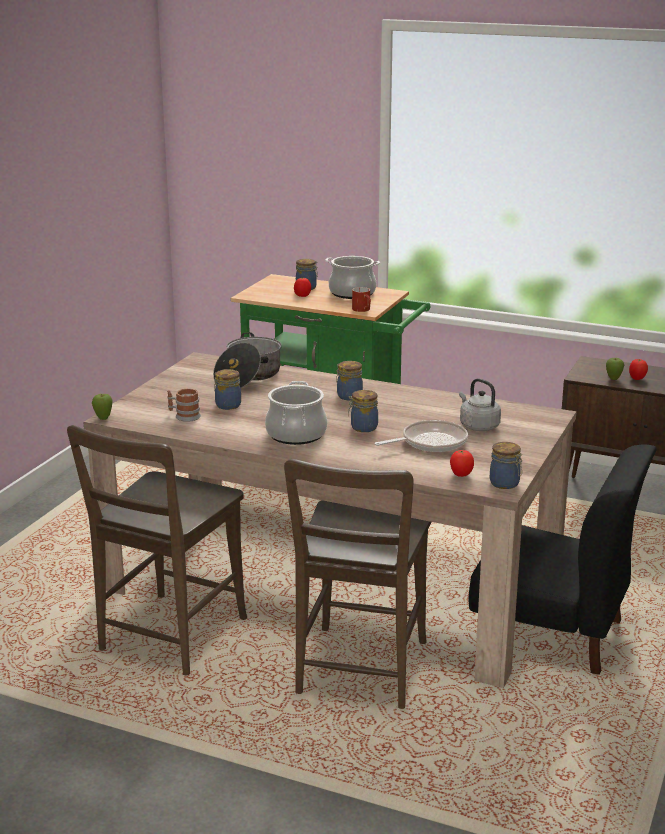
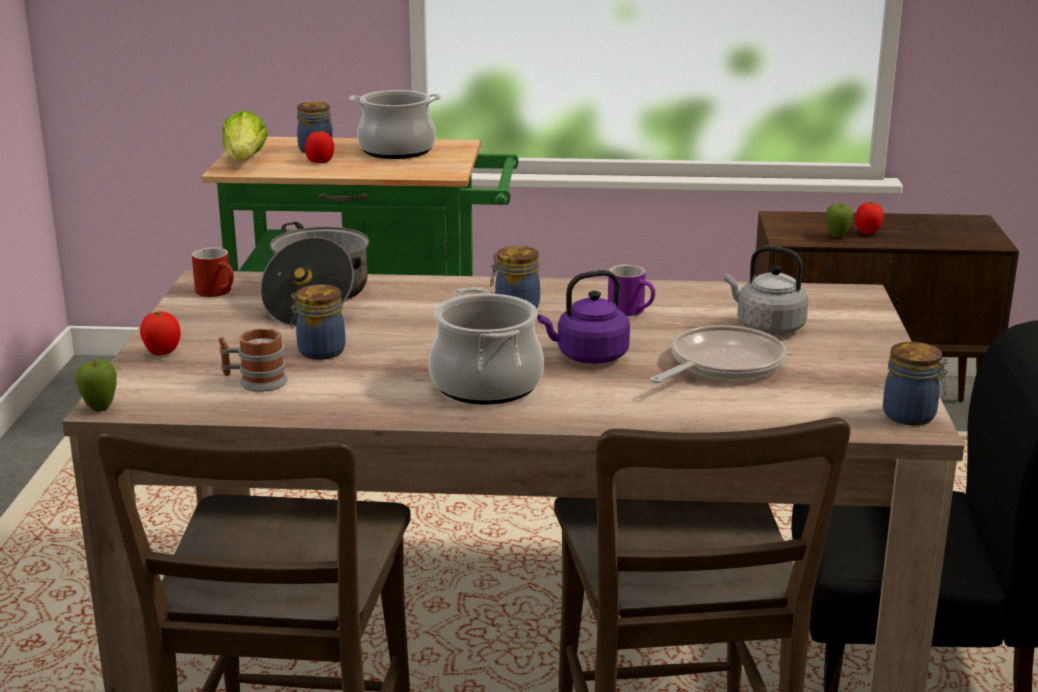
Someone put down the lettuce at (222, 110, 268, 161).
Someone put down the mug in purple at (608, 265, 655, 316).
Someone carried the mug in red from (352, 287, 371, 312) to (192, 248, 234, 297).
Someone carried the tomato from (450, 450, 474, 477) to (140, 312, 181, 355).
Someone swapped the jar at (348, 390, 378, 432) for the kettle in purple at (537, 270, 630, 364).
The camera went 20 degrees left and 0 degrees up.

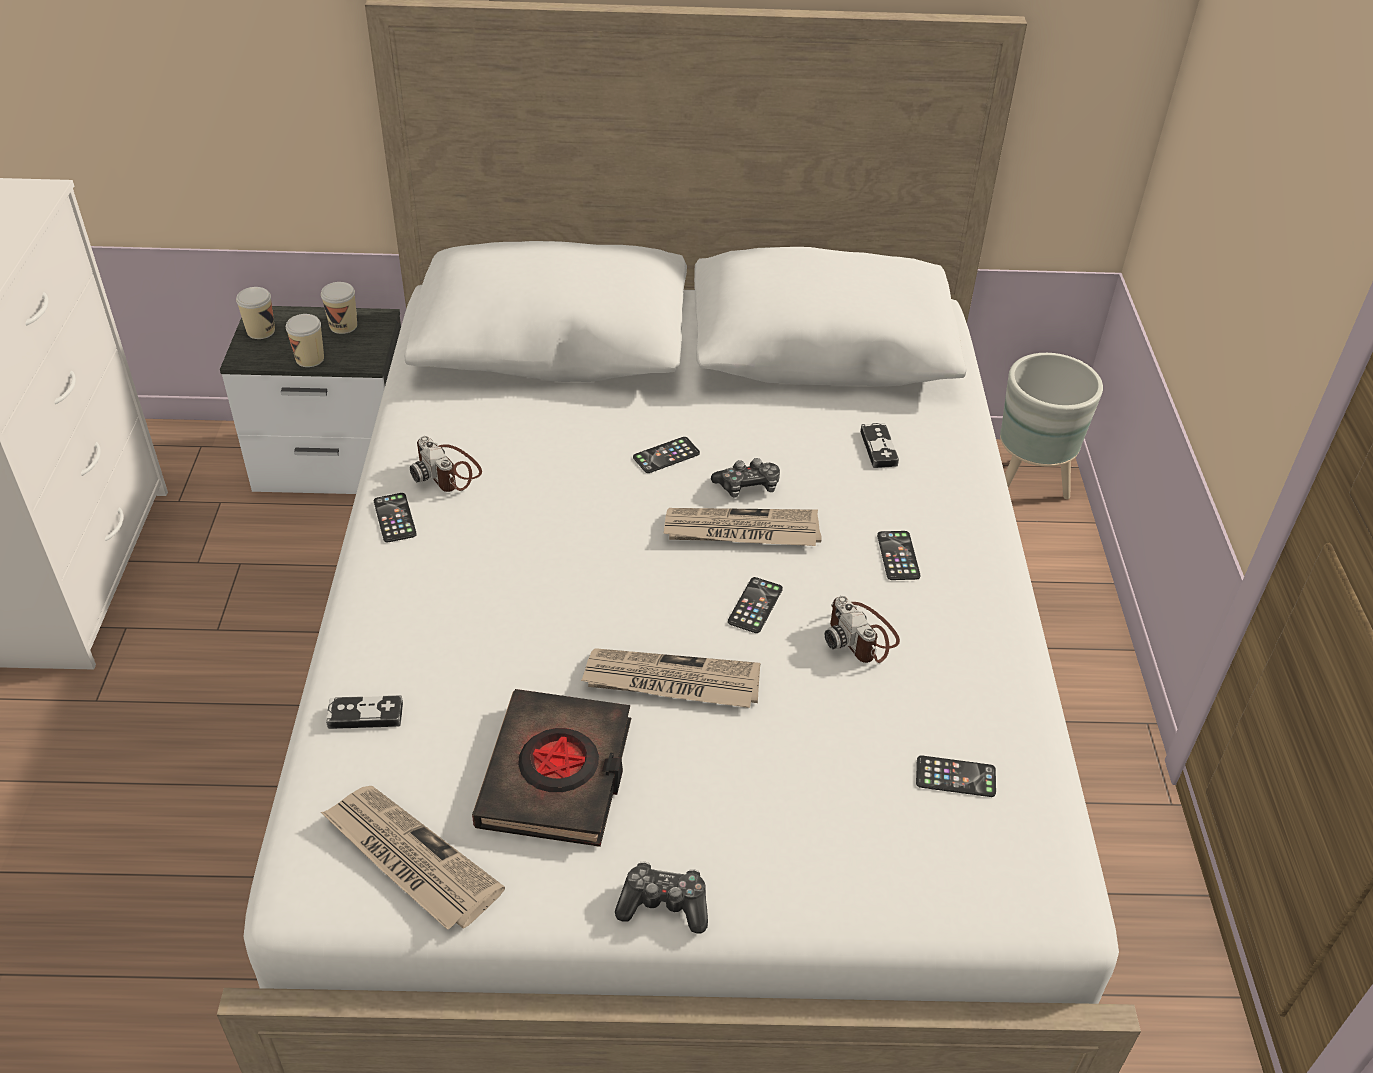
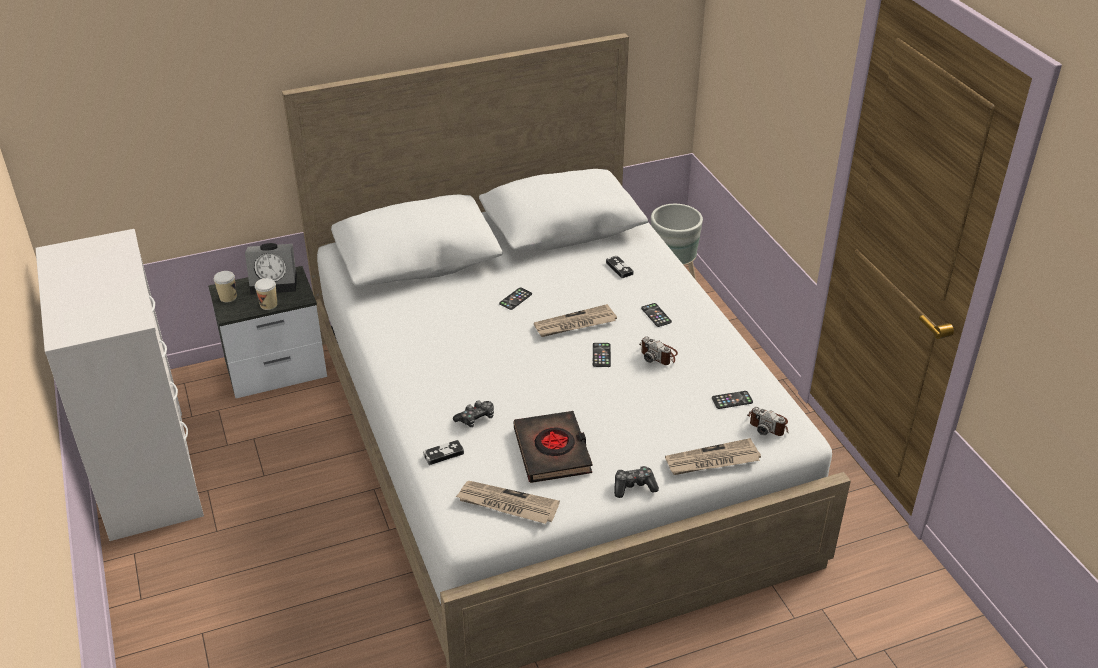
Someone took away the phone at (374, 493, 417, 543).
Someone carried the photo camera from (410, 436, 482, 492) to (747, 407, 788, 436).
Someone carried the newspaper from (581, 648, 760, 708) to (665, 438, 761, 475).
Someone carried the game controller from (711, 458, 780, 498) to (453, 400, 494, 427).
Someone swapped the cup at (321, 282, 357, 334) for the alarm clock at (245, 243, 297, 295).
The camera went 20 degrees left and 5 degrees down.

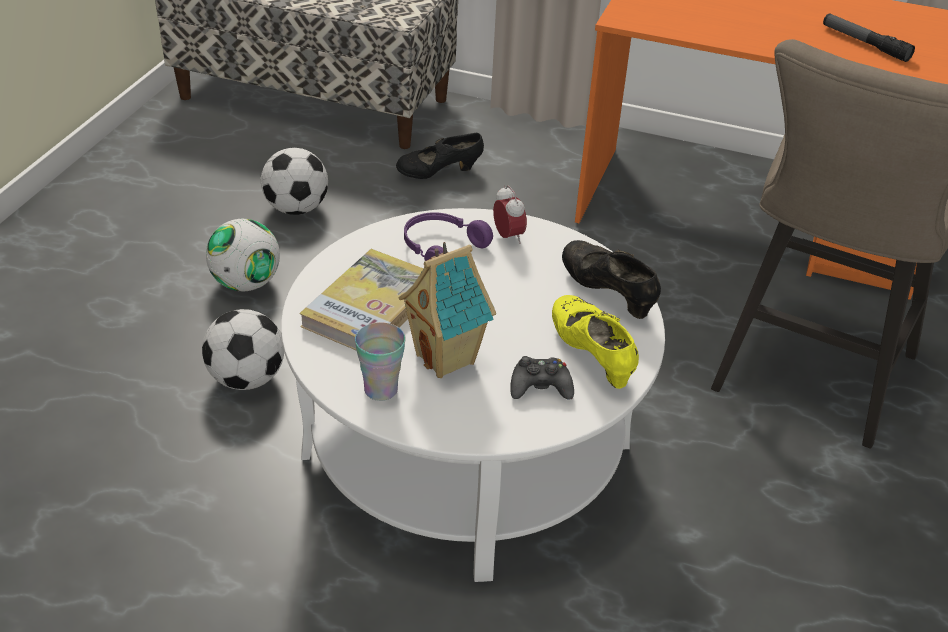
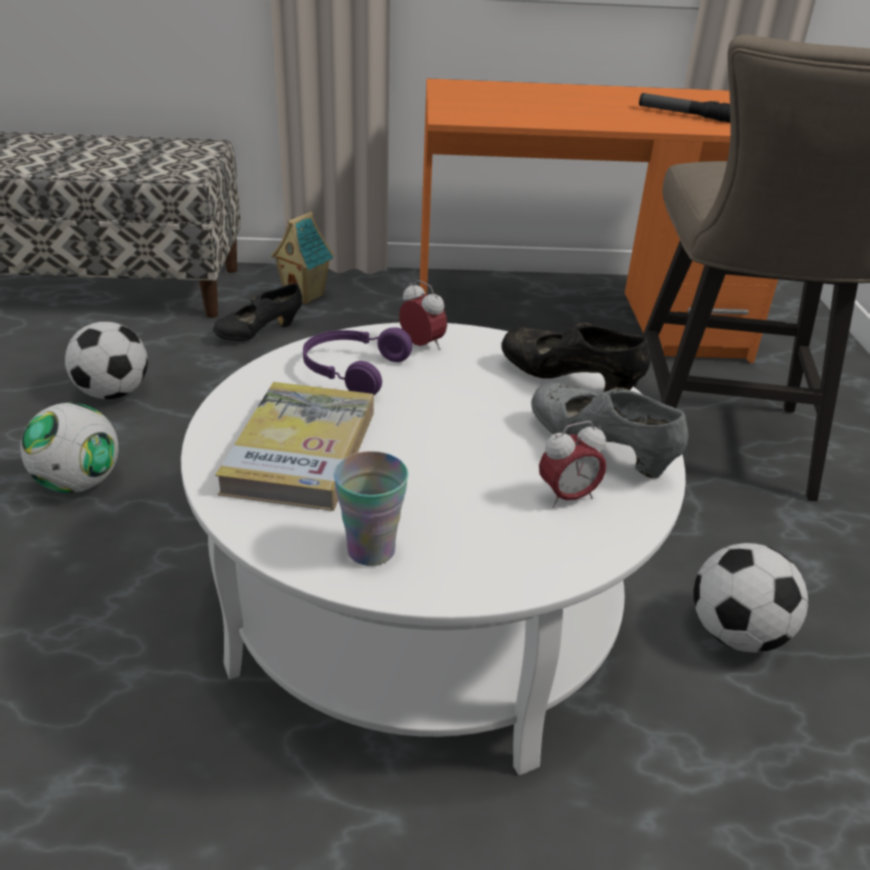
Someone carried the football from (202, 309, 284, 390) to (693, 543, 808, 653).
Someone carried the toy house from (399, 242, 496, 378) to (271, 212, 334, 304).
Someone swapped the game controller in black at (510, 356, 574, 400) for the alarm clock at (539, 421, 606, 508).
Someone repainted the shoe in yellow at (552, 295, 639, 389), which became the shoe in grey at (531, 383, 688, 478).
The camera went 20 degrees left and 5 degrees down.

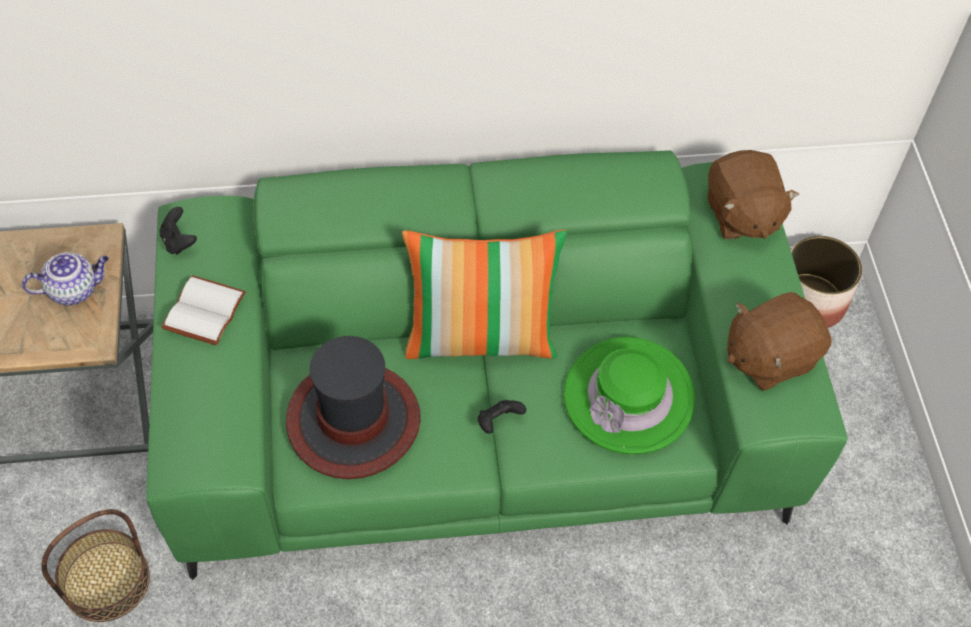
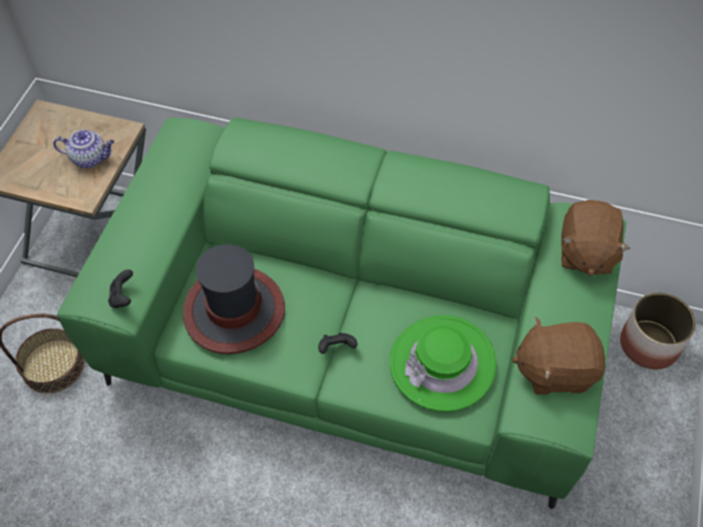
Someone took away the book in white at (161, 275, 246, 345).
Someone took away the pillow at (402, 230, 567, 359).
Someone carried the game controller in black from (159, 207, 197, 255) to (108, 270, 133, 308).
The camera went 25 degrees right and 0 degrees up.

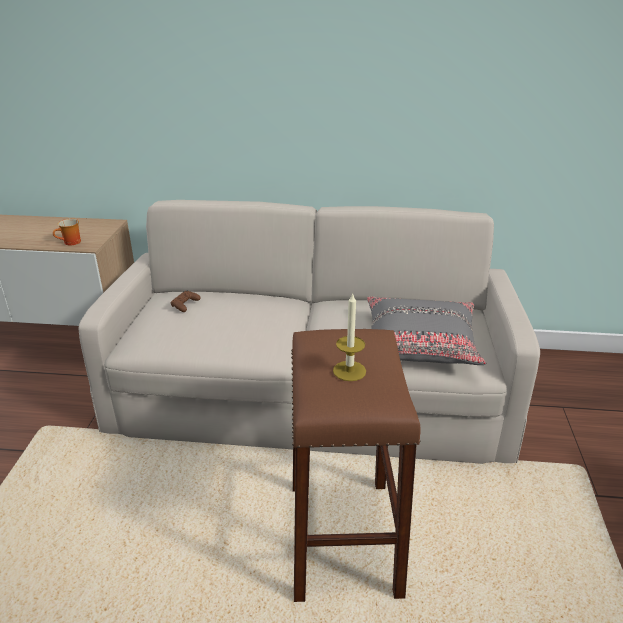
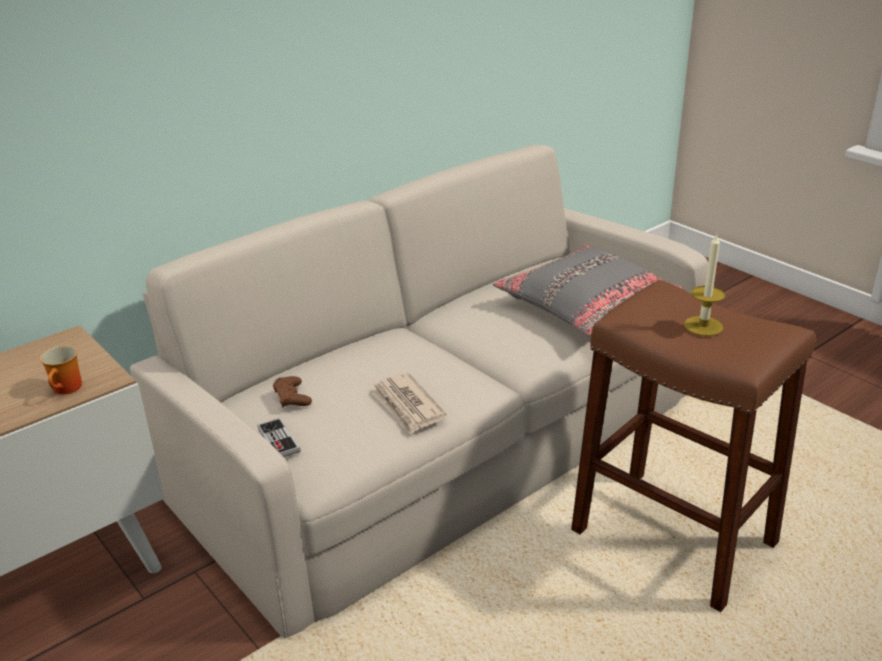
Someone put down the game controller at (257, 418, 301, 457).
Someone put down the newspaper at (370, 373, 447, 435).
The camera went 45 degrees left and 0 degrees up.

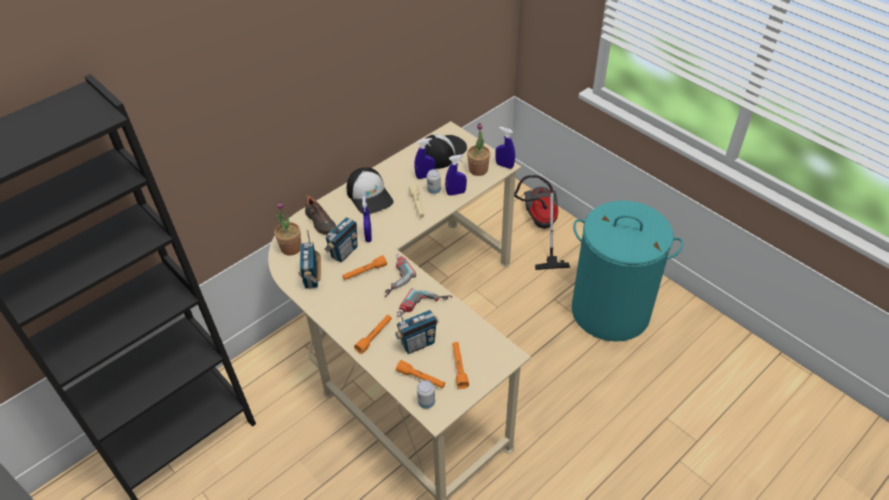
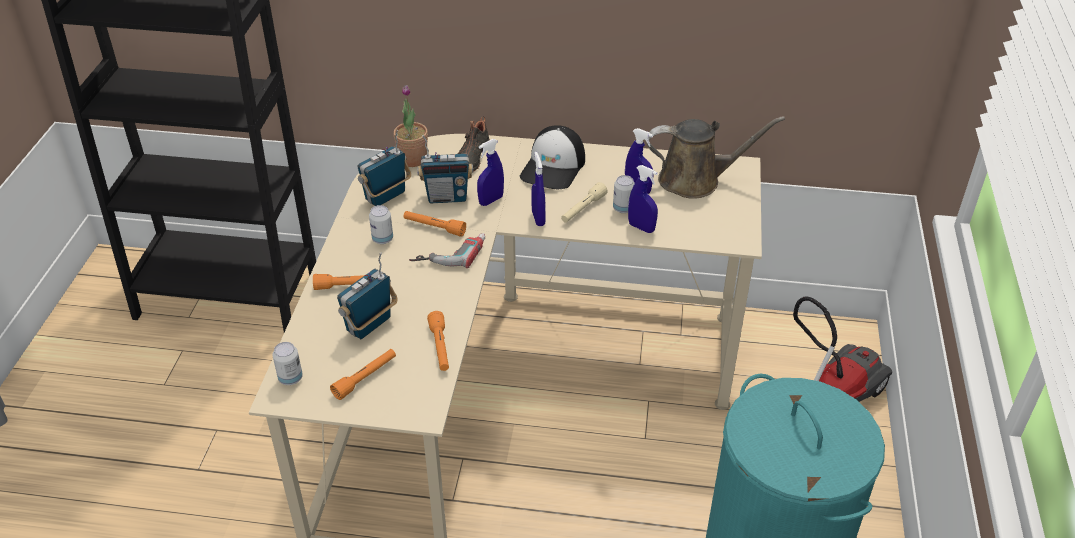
Someone took away the power drill at (397, 288, 453, 317).
Someone took away the potted plant at (467, 123, 490, 176).
Someone put down the can at (369, 205, 393, 244).
Someone carried the flashlight in orange from (396, 360, 445, 389) to (427, 311, 449, 371).
Someone carried the spray bottle in blue from (495, 126, 515, 169) to (531, 152, 546, 226).
Someone swapped the cap at (425, 134, 467, 169) for the watering can in brown at (647, 116, 785, 199).
Someone rotated the radio at (395, 310, 439, 354) by 105 degrees clockwise.
The camera went 50 degrees right and 5 degrees down.

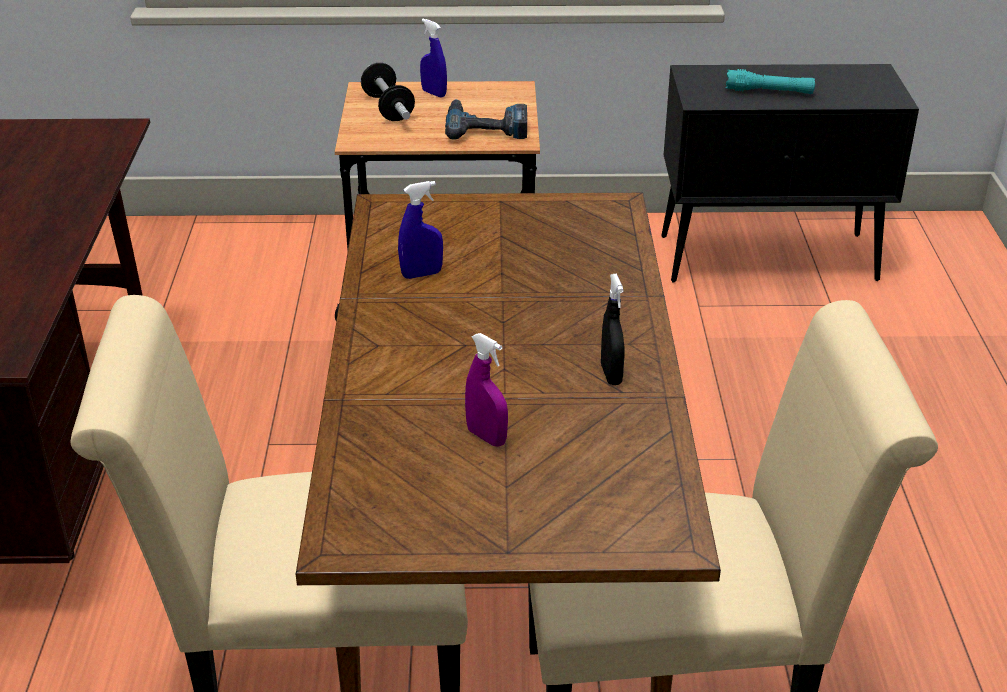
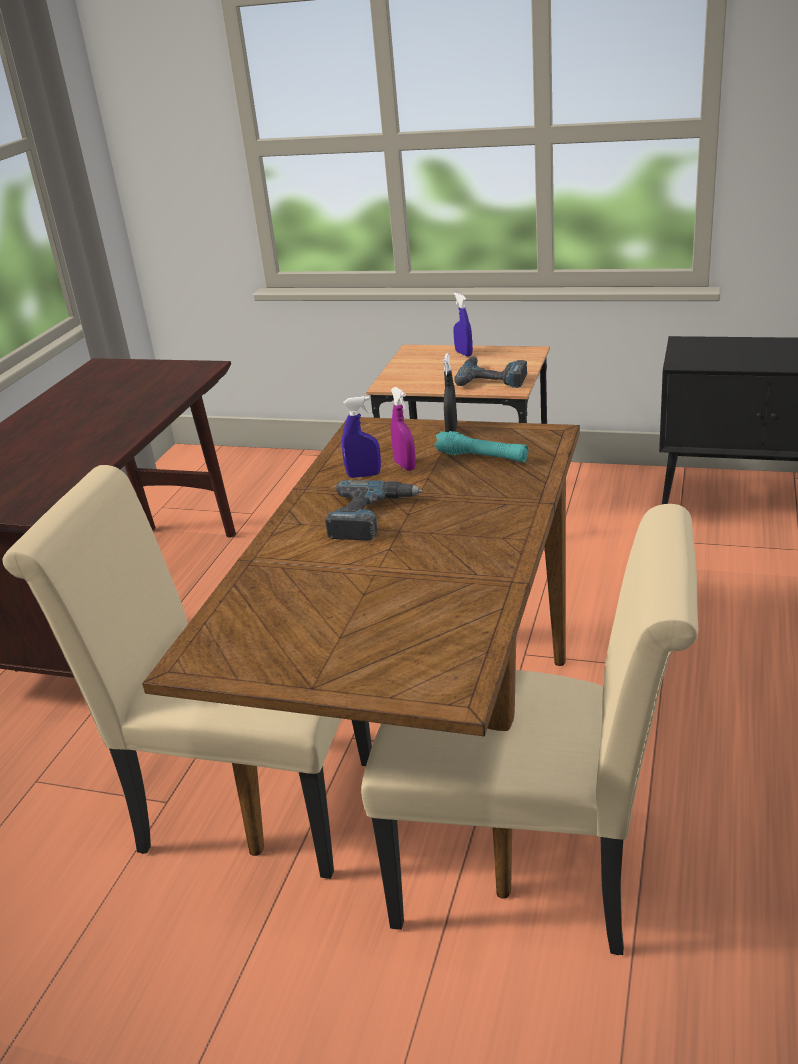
Someone took away the dumbbell at (361, 63, 415, 121).
Someone put down the power drill at (325, 480, 423, 540).
Someone carried the spray bottle in purple from (465, 333, 508, 446) to (391, 387, 416, 471).
Someone carried the spray bottle in black from (601, 274, 625, 385) to (443, 353, 457, 432).
Someone carried the flashlight in turquoise from (725, 69, 815, 94) to (435, 431, 528, 462).
The camera went 20 degrees right and 5 degrees down.

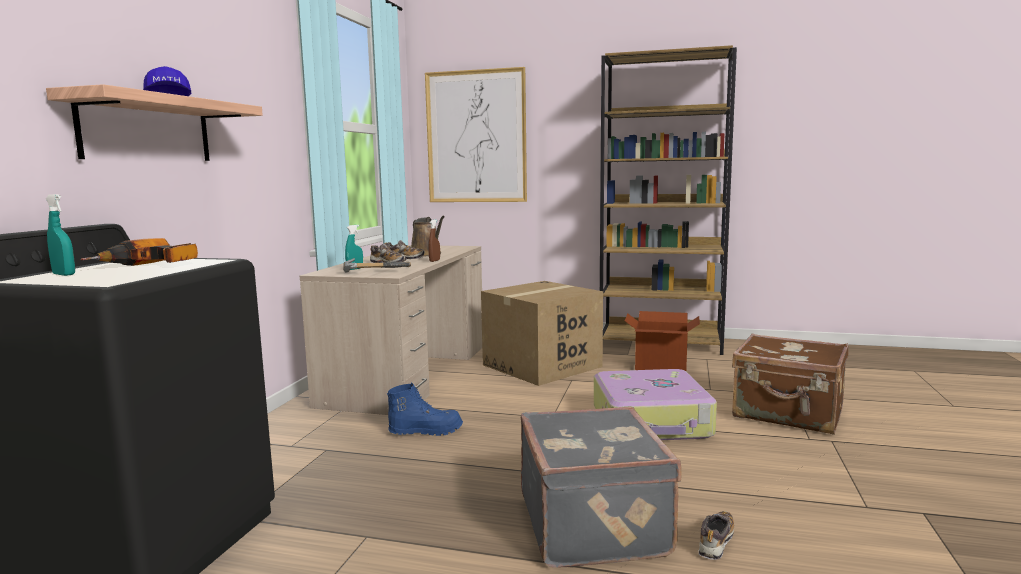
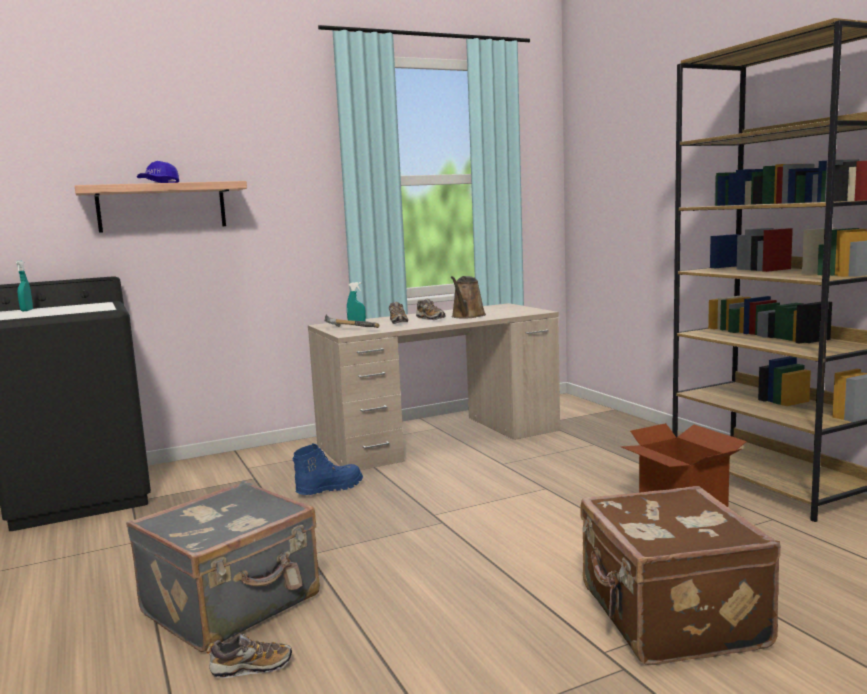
Someone took away the power drill at (80, 238, 198, 266).
Someone took away the picture at (425, 67, 527, 202).
Someone took away the spray bottle in brown at (428, 220, 440, 262).
Someone took away the cardboard box at (481, 281, 603, 386).
Someone took away the suitcase at (594, 369, 717, 440).
Someone rotated the boot in blue at (387, 383, 463, 436) by 75 degrees counterclockwise.
The camera went 50 degrees right and 0 degrees up.

